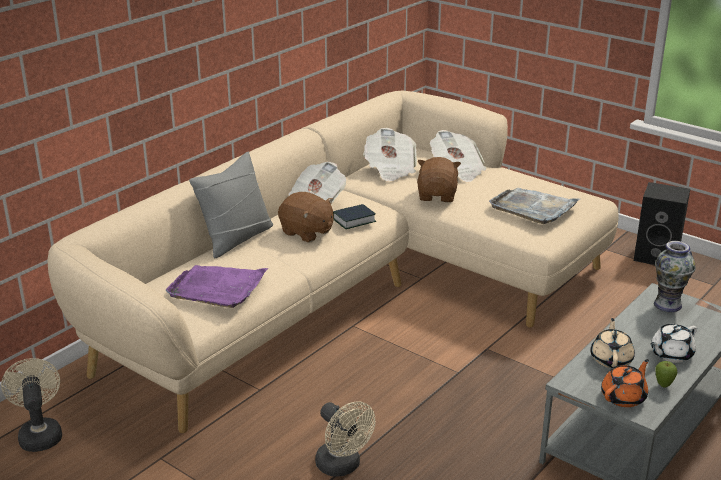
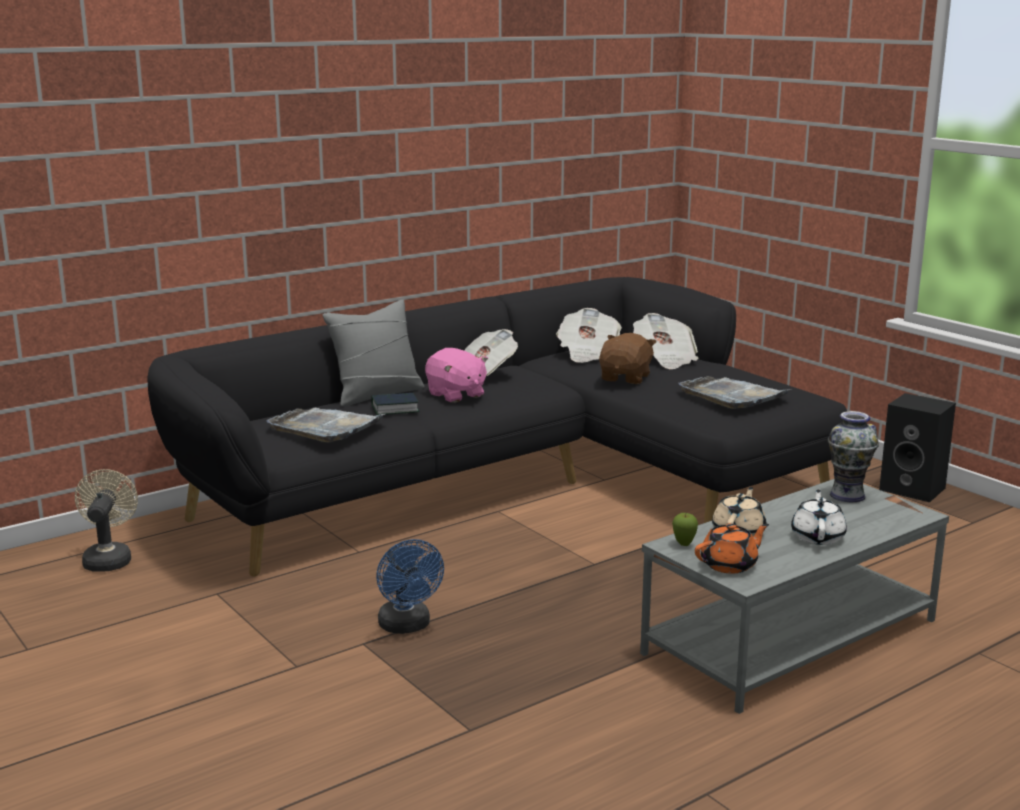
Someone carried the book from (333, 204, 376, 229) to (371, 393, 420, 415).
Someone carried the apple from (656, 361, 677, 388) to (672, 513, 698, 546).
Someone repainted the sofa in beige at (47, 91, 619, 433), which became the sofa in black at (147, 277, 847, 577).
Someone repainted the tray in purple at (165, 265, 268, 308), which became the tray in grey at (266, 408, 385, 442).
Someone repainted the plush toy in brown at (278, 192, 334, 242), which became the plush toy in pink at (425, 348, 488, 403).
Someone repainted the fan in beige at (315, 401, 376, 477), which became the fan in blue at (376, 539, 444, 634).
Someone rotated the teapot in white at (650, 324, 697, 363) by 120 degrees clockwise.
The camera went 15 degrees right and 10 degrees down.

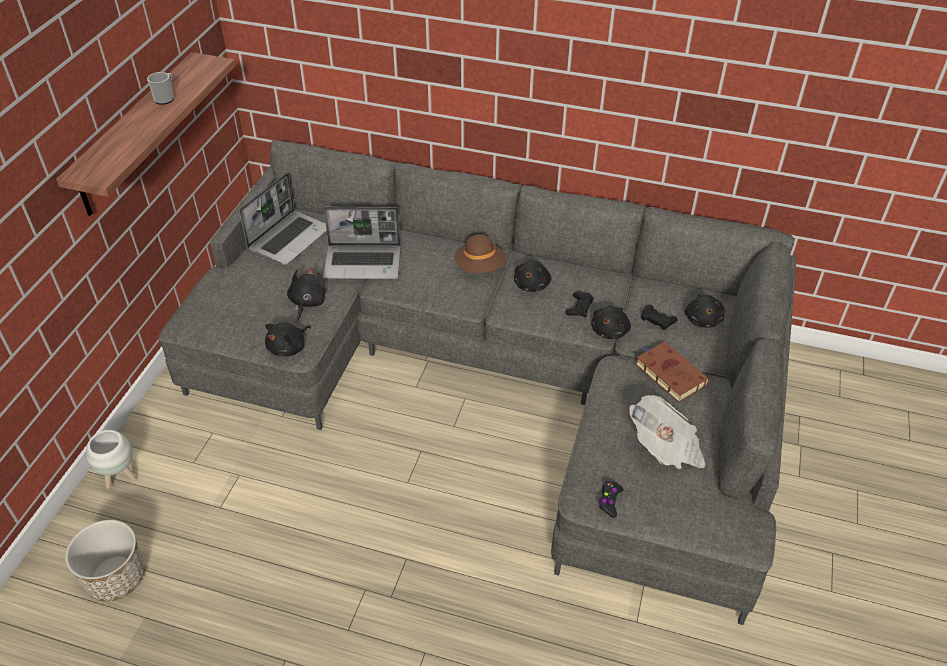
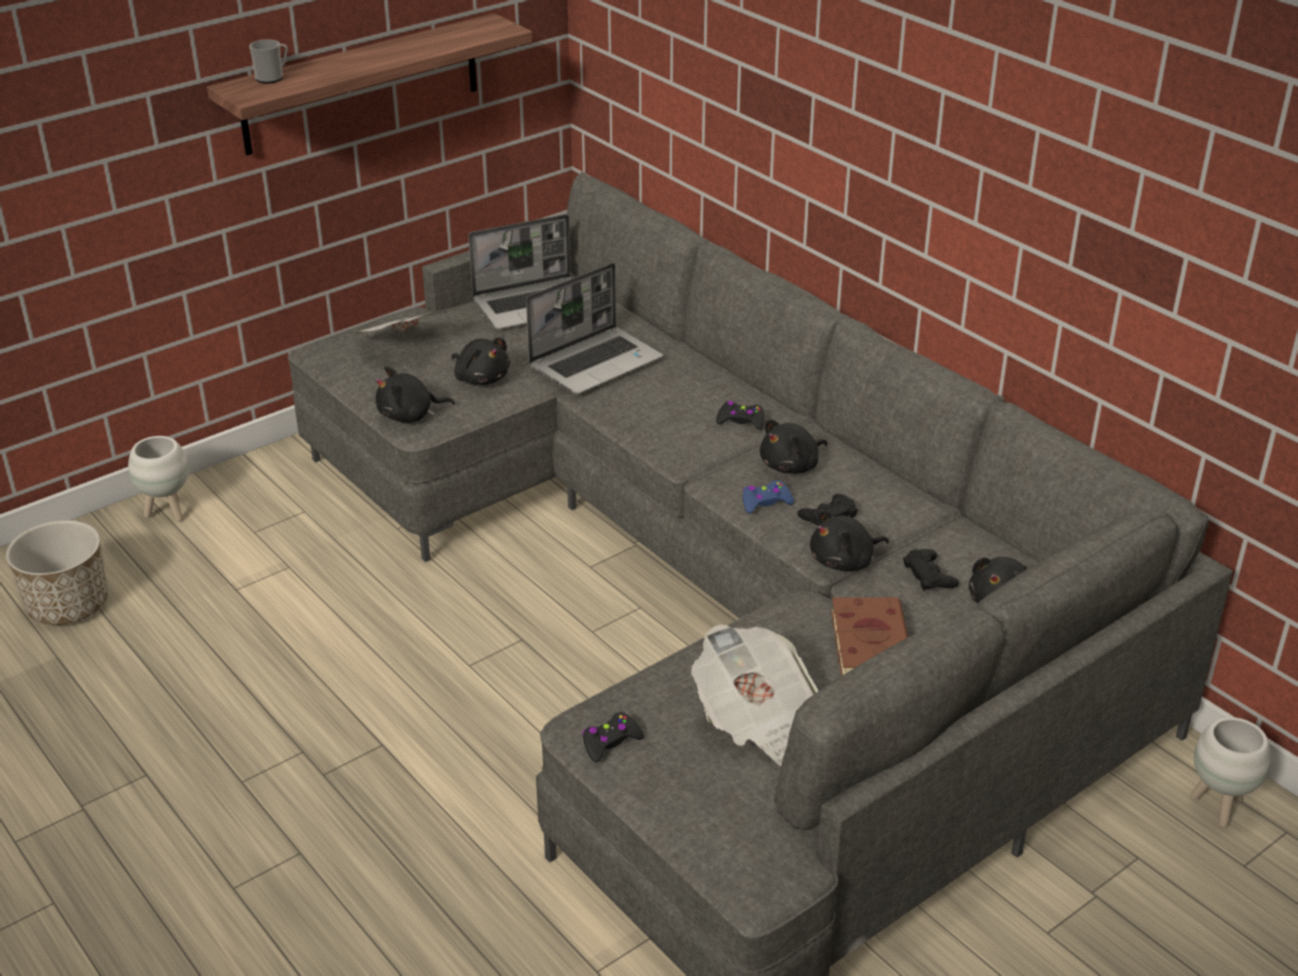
Someone put down the newspaper at (355, 310, 448, 334).
Someone put down the game controller in blue at (743, 480, 794, 514).
Someone put down the planter in white at (1191, 717, 1271, 827).
Someone carried the mug from (147, 72, 174, 105) to (249, 39, 288, 83).
Someone swapped the hat in brown at (455, 234, 506, 273) for the game controller in black at (716, 401, 764, 430).
Someone rotated the plush toy in black at (287, 267, 326, 321) by 90 degrees clockwise.
Someone rotated the laptop at (323, 207, 401, 279) by 75 degrees counterclockwise.
The camera went 35 degrees right and 10 degrees down.

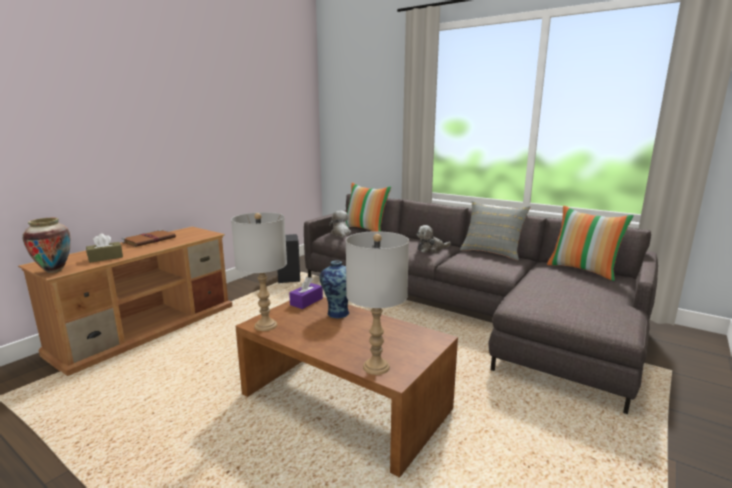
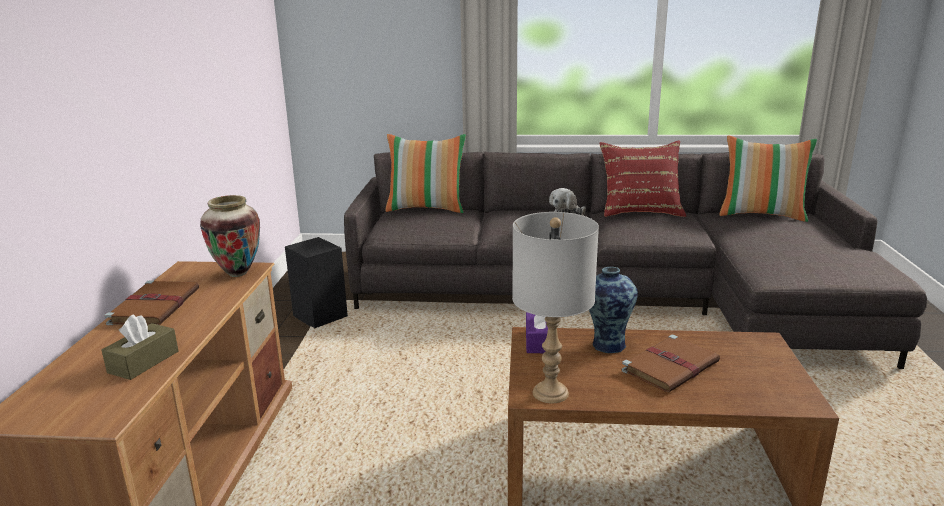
Someone took away the plush toy at (329, 211, 351, 238).
Someone took away the table lamp in grey at (346, 231, 409, 375).
Someone put down the book in brown at (622, 335, 720, 392).
Someone carried the vase from (23, 218, 70, 273) to (200, 195, 260, 277).
Someone repainted the pillow in grey at (460, 201, 531, 260), which became the pillow in red at (599, 141, 686, 217).
The camera went 30 degrees left and 5 degrees up.

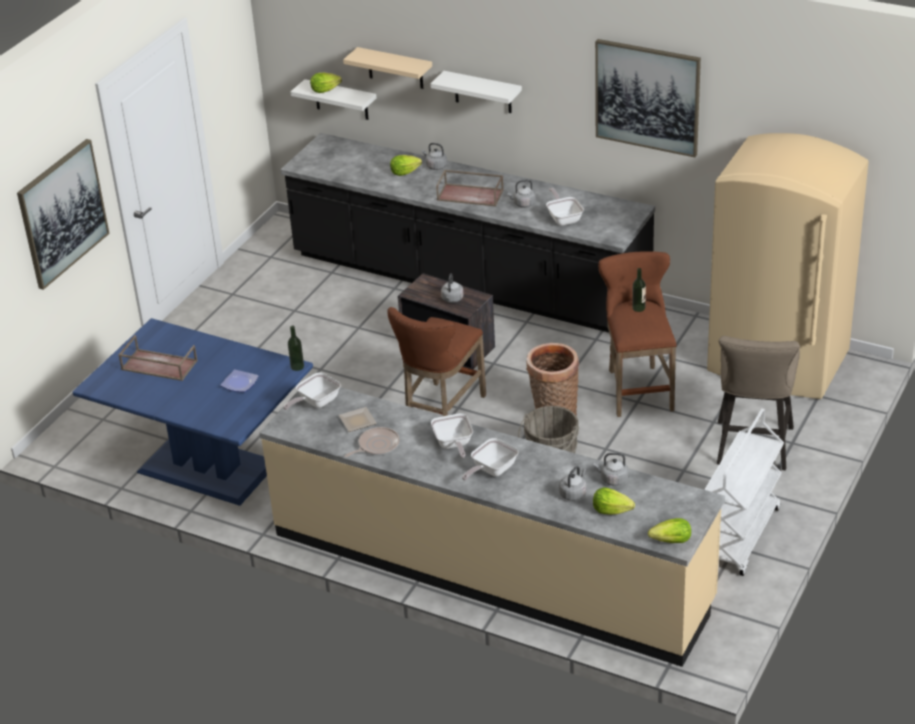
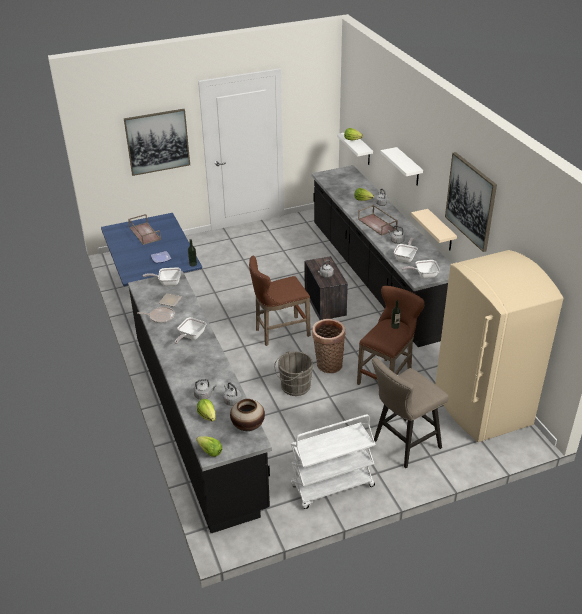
Someone put down the vase at (230, 399, 265, 431).
Someone carried the shelf in beige from (343, 47, 432, 89) to (411, 209, 457, 251).
Someone carried the frying pan from (462, 438, 519, 481) to (401, 260, 440, 278).
Someone repainted the counter in beige at (260, 387, 725, 667), which became the counter in black at (128, 271, 272, 533).
The camera went 40 degrees right and 0 degrees up.

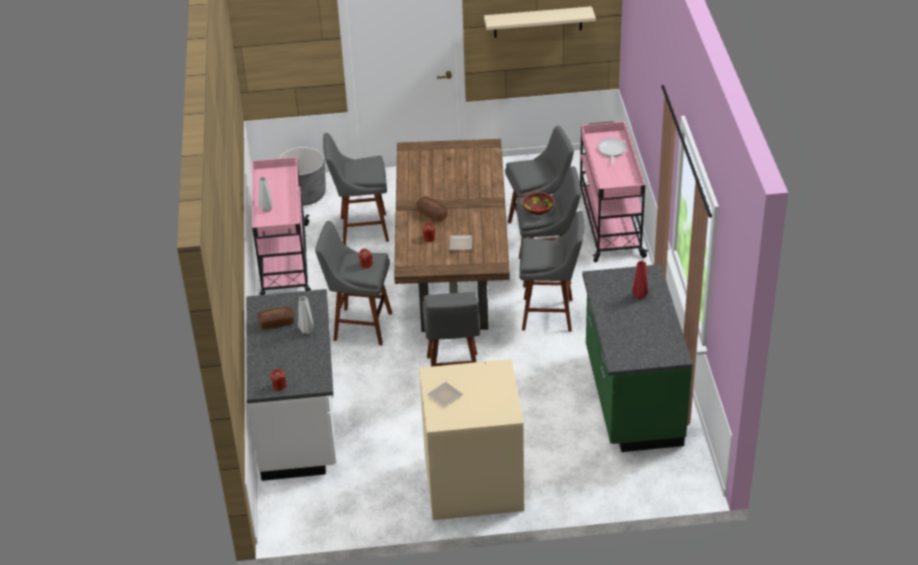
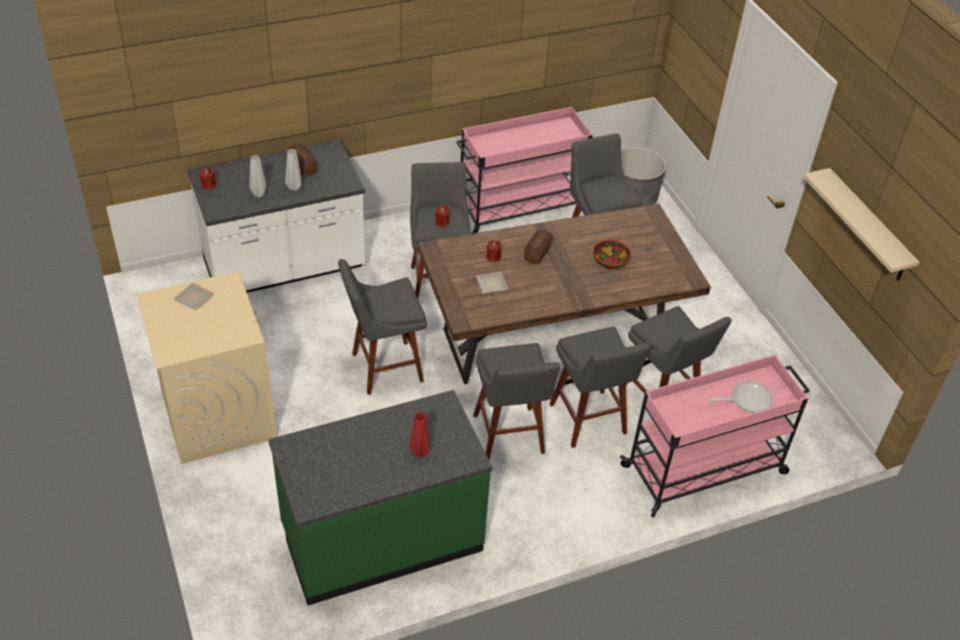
Someone carried the vase in grey from (259, 177, 273, 212) to (250, 155, 267, 198).
Someone carried the bowl from (522, 192, 554, 215) to (593, 240, 631, 269).
The camera went 70 degrees right and 5 degrees up.

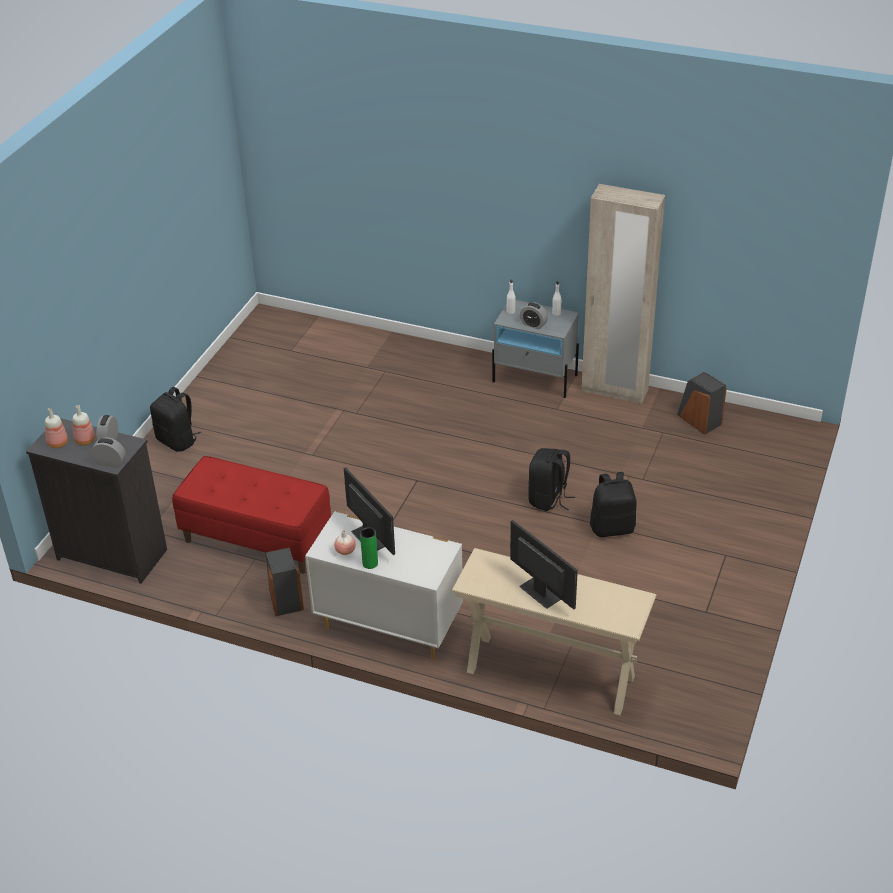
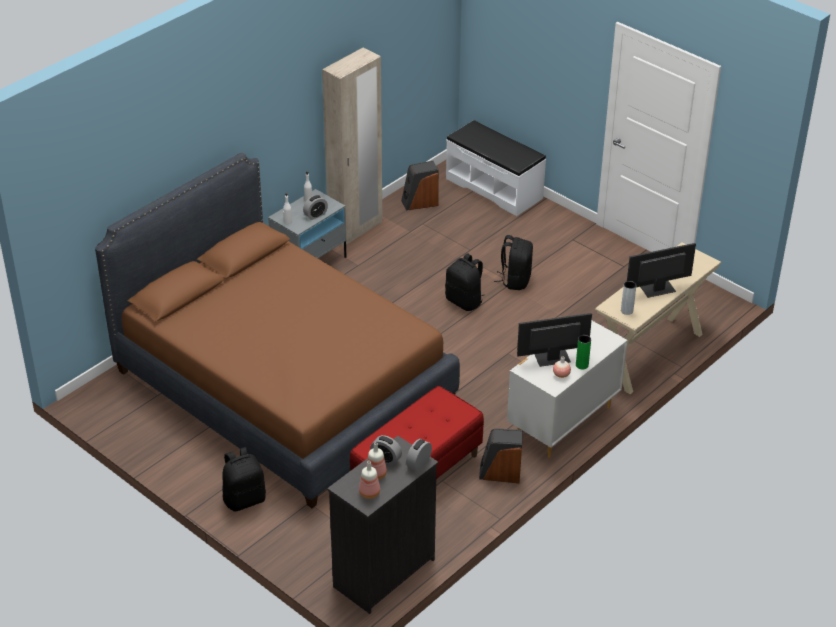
Someone put down the bed in brown at (95, 153, 460, 508).
Someone put down the bench in white at (446, 120, 546, 216).
Someone put down the vase in grey at (621, 281, 636, 315).
The camera went 70 degrees left and 0 degrees up.

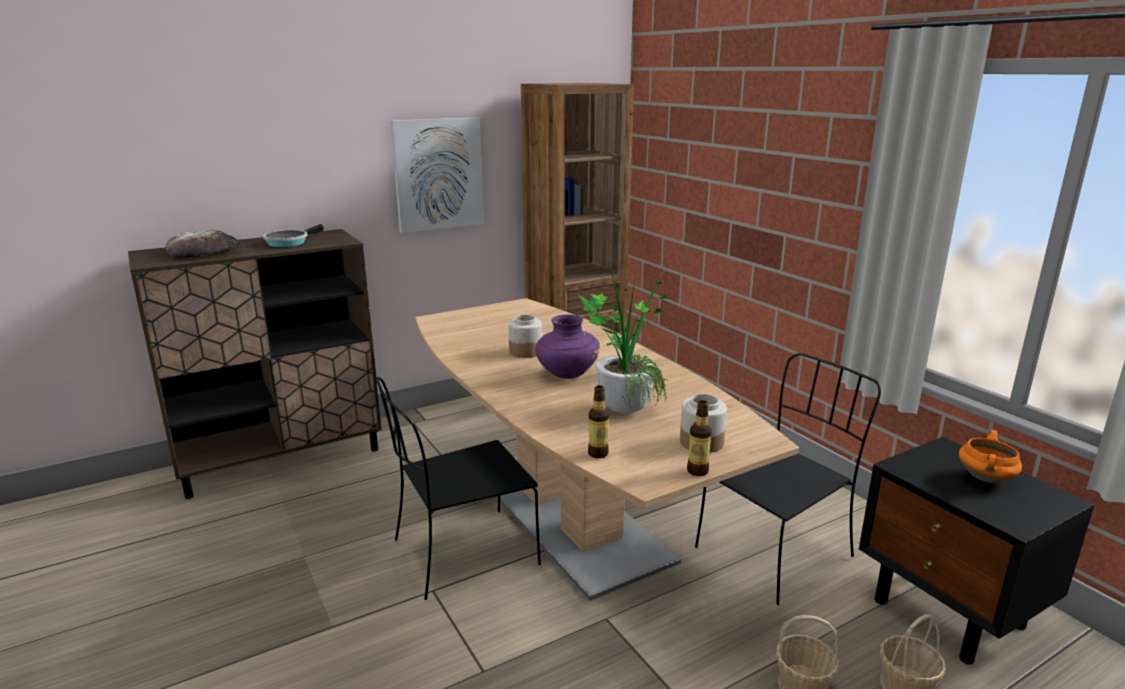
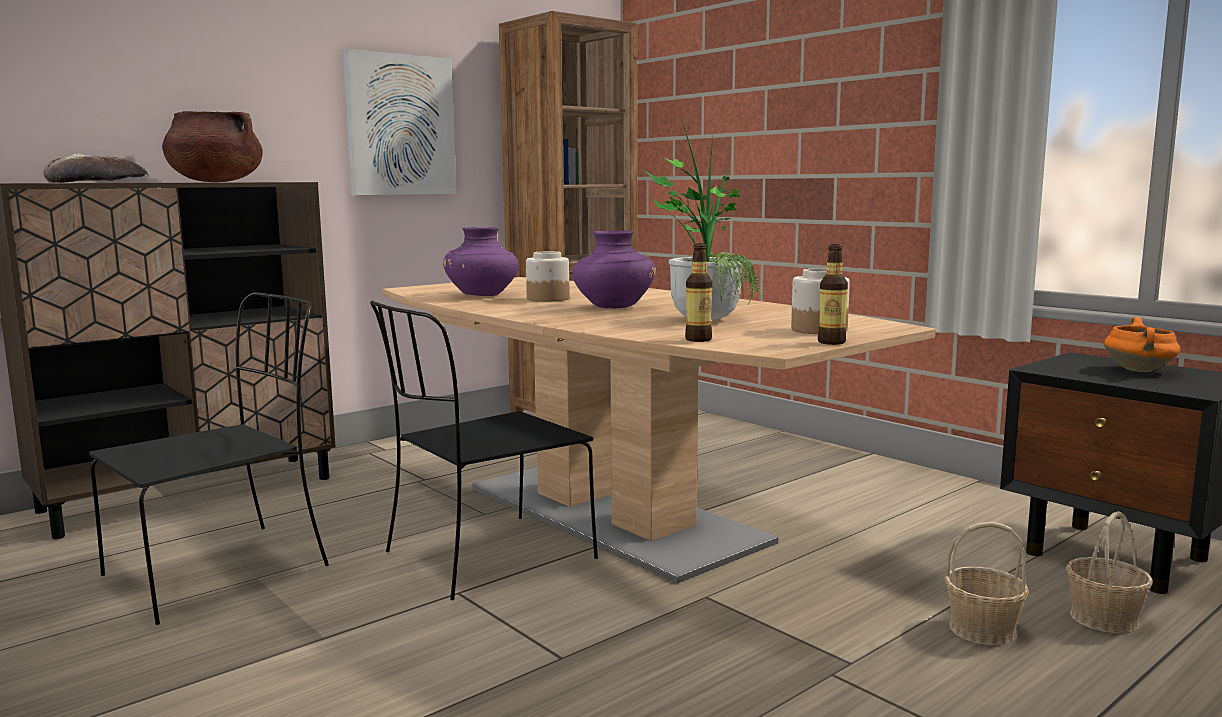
Someone put down the vase in purple at (443, 227, 519, 296).
Someone carried the chair in black from (695, 353, 881, 605) to (89, 292, 329, 625).
Someone swapped the frying pan at (263, 224, 324, 247) for the cooking pot in brown at (162, 111, 263, 182).
The camera went 10 degrees left and 10 degrees down.

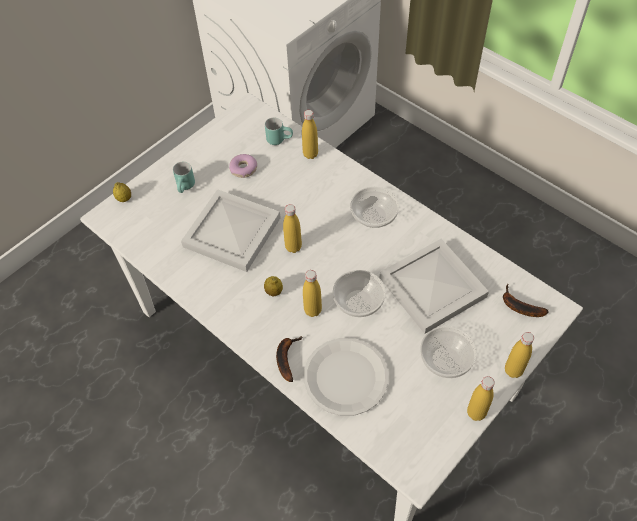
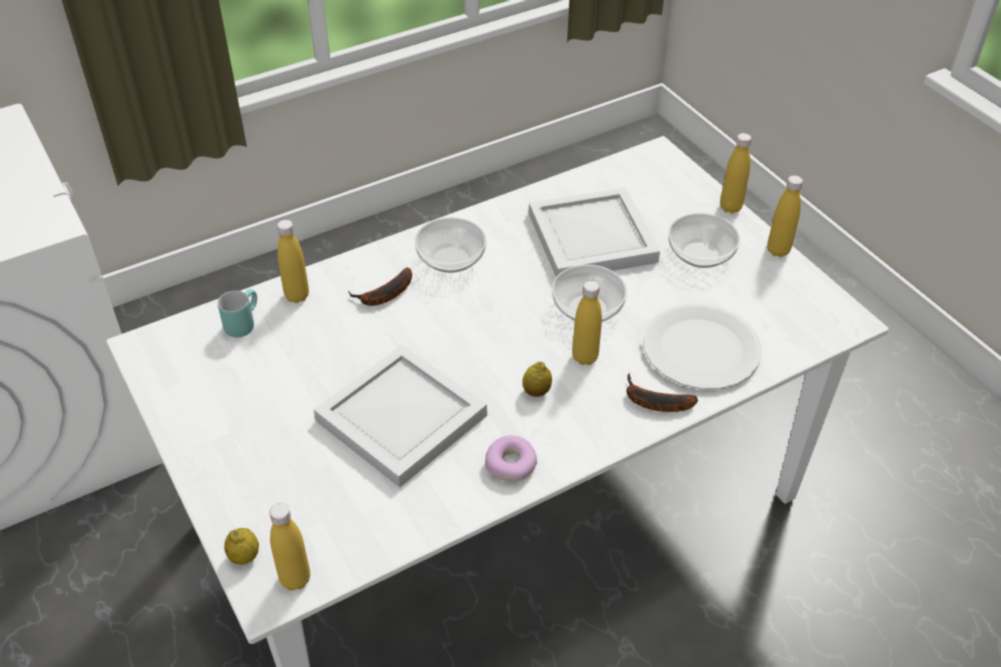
Someone took away the mug in turquoise at (173, 162, 195, 193).
Someone carried the donut from (229, 154, 257, 178) to (485, 435, 537, 482).
Someone carried the bottle in yellow from (283, 204, 302, 253) to (269, 503, 310, 591).
Someone carried the banana from (503, 284, 548, 317) to (348, 268, 412, 306).
The camera went 75 degrees left and 10 degrees down.

